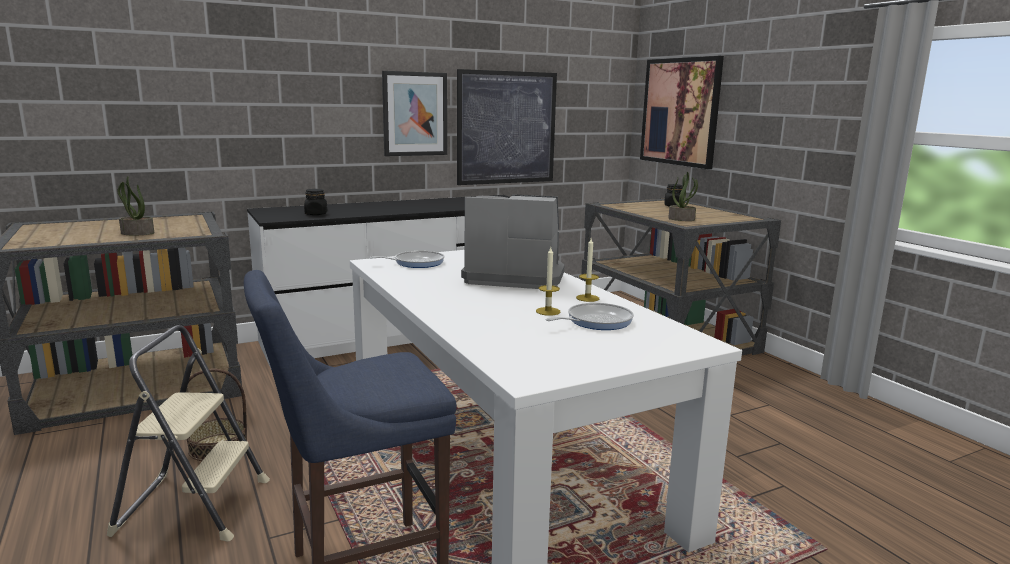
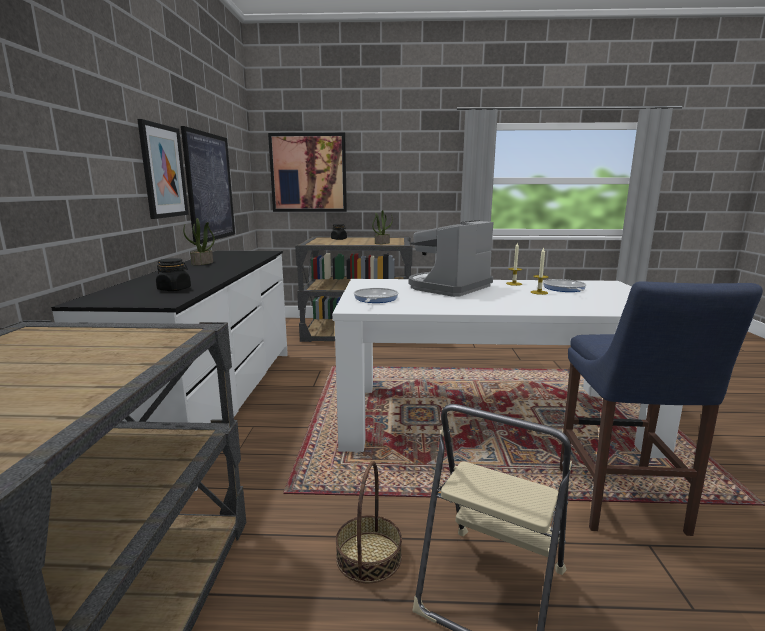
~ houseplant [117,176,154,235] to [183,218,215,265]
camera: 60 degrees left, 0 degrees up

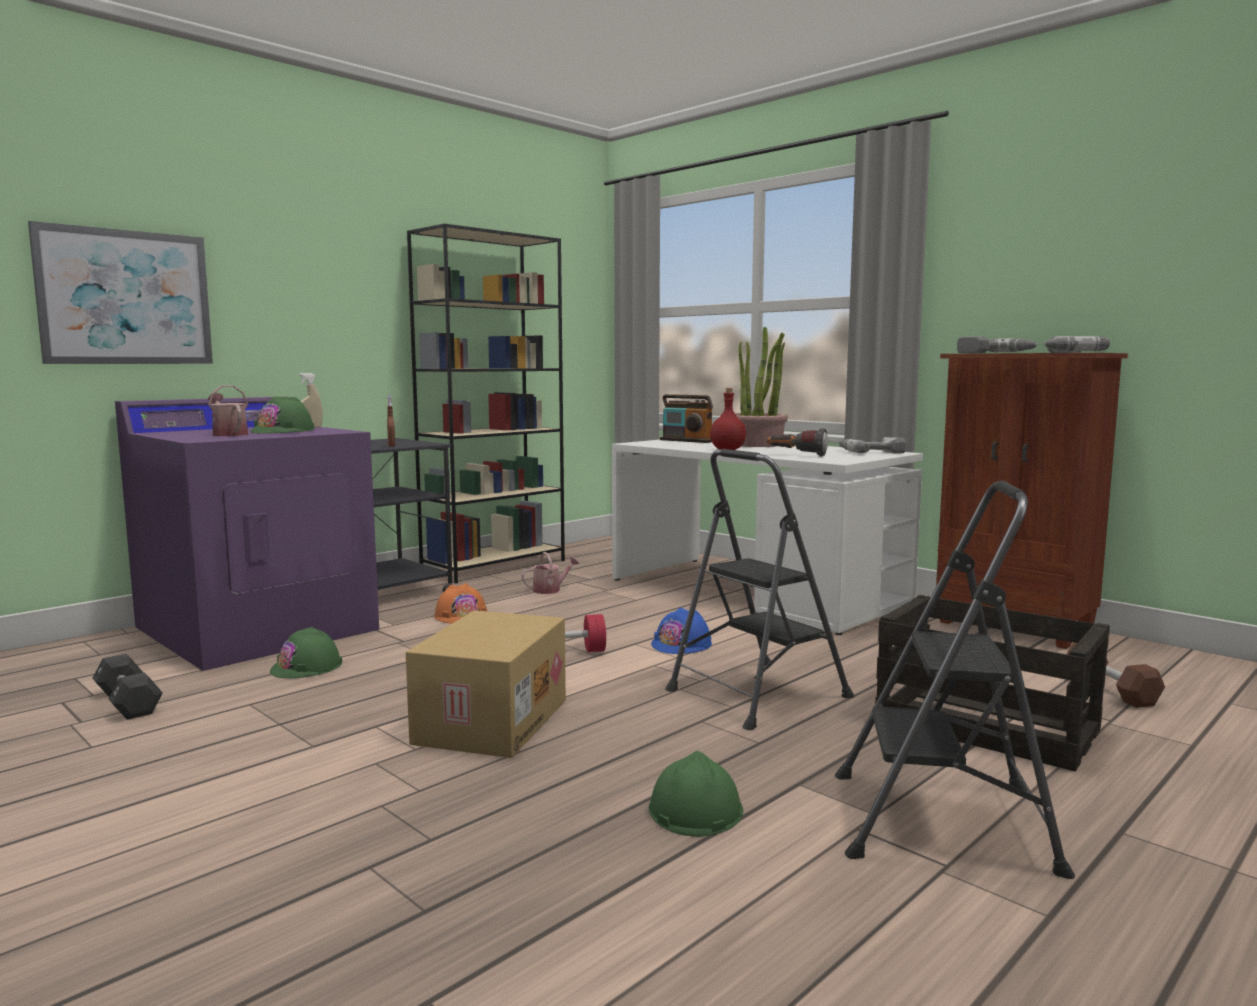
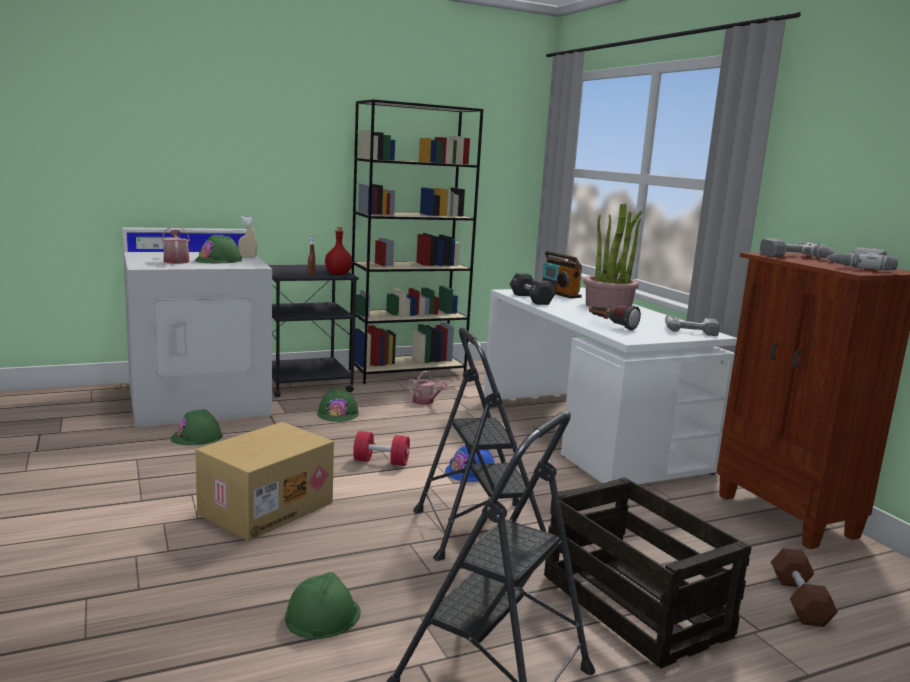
~ purple washing machine [115,397,379,671] to whitish washing machine [122,227,272,427]
~ orangey work helmet [434,583,487,624] to green work helmet [317,389,359,422]
~ reddish beverage bottle [710,388,746,450] to [325,227,352,275]
~ sprinkling can [522,552,579,594] = [408,371,448,405] 45 degrees clockwise
~ black-coloured hand weight [93,654,163,720] to [510,273,556,305]
- picture [28,221,213,364]
camera: 20 degrees right, 5 degrees up

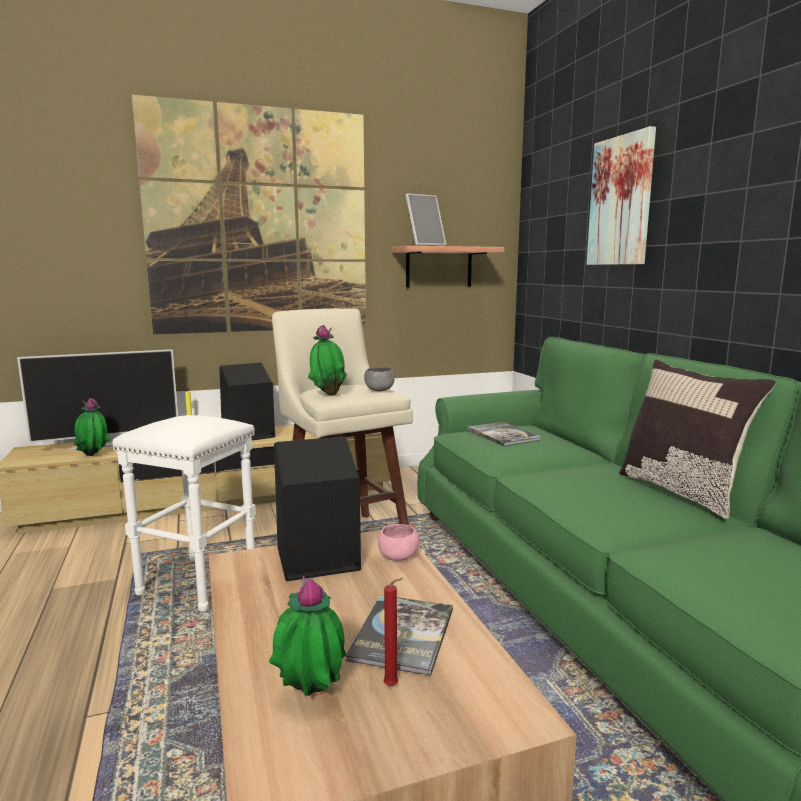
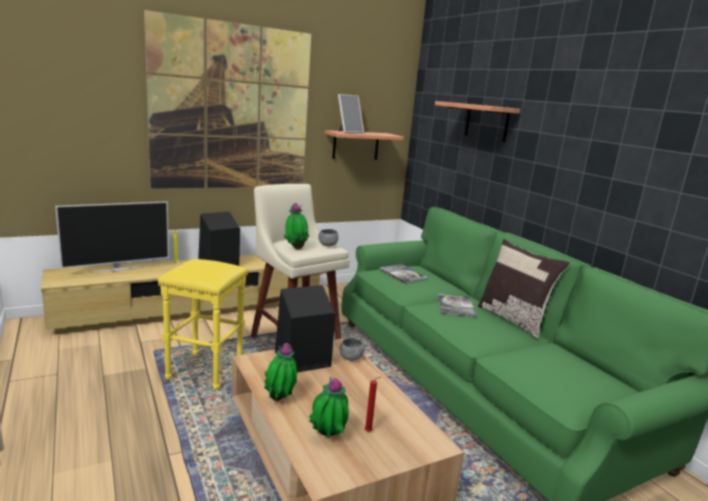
~ whitish stool seat [113,415,256,612] to yellowish stool seat [158,259,248,390]
~ houseplant [74,398,110,456] to [264,343,297,401]
~ pink-coloured deep dish [378,524,419,561] to gray deep dish [340,338,364,361]
~ picture [587,126,656,265] to shelf [435,101,520,142]
~ volume [345,595,453,676] to [438,293,476,317]
camera: 10 degrees left, 5 degrees up

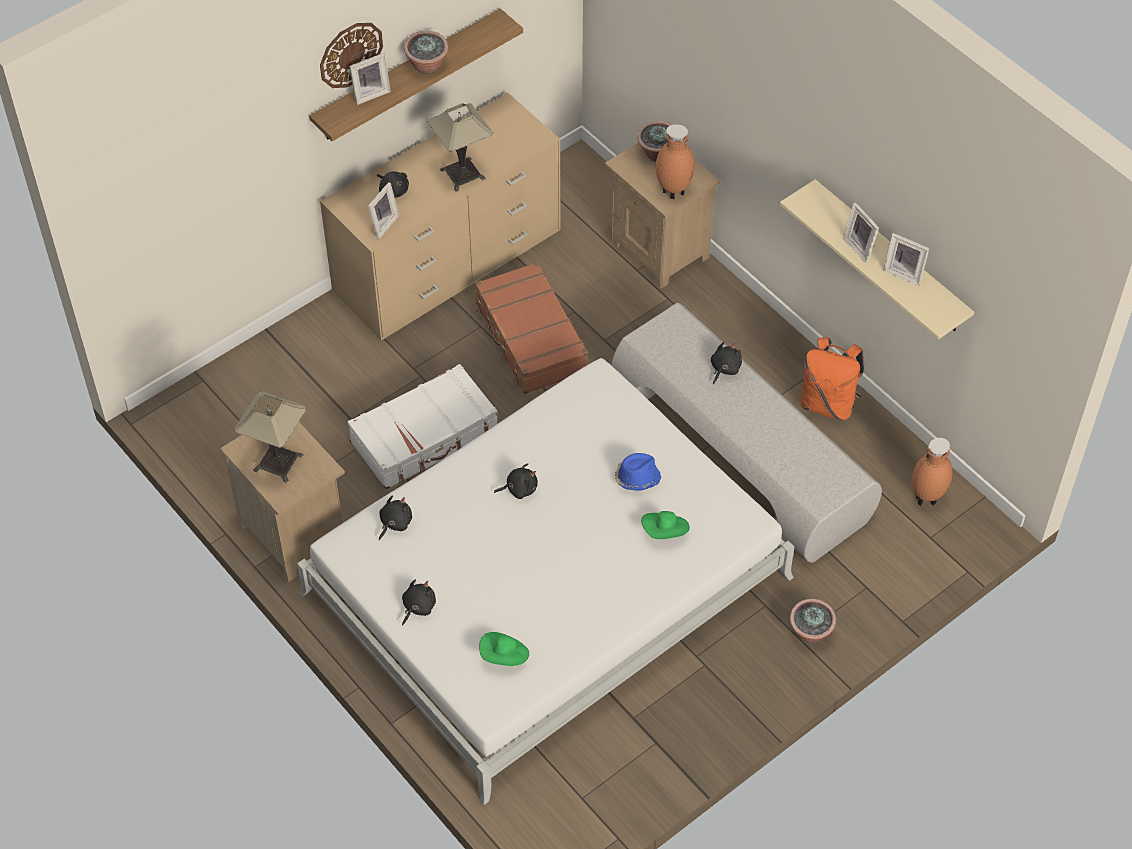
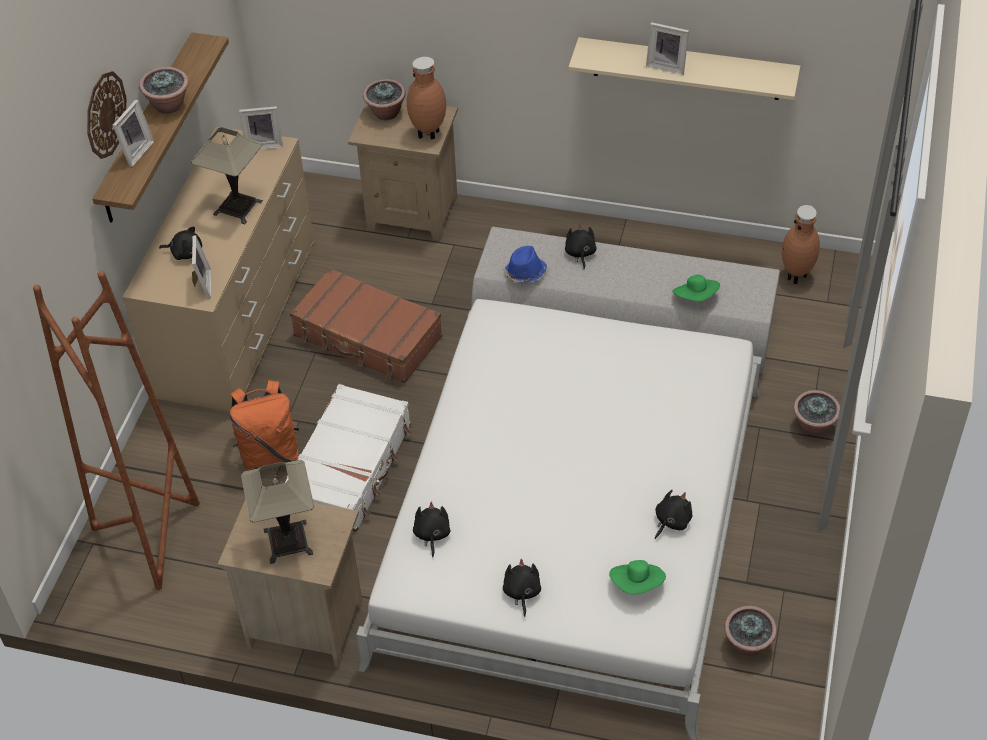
+ brown-coloured garment rack [33,271,200,590]
~ orangey backpack [801,337,865,420] to [230,380,299,471]
~ photo frame [883,233,929,286] to [239,106,283,150]
~ blue-coloured wearable hat [615,453,661,491] to [503,246,547,283]
~ black-coloured plush toy [494,463,538,499] to [655,490,692,539]
~ green wearable hat [641,511,690,539] to [673,275,720,301]
+ houseplant [724,606,777,656]
camera: 35 degrees left, 5 degrees down

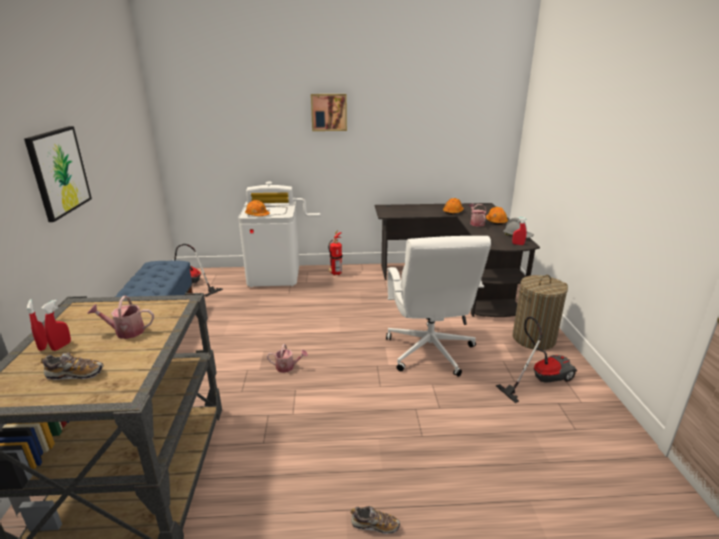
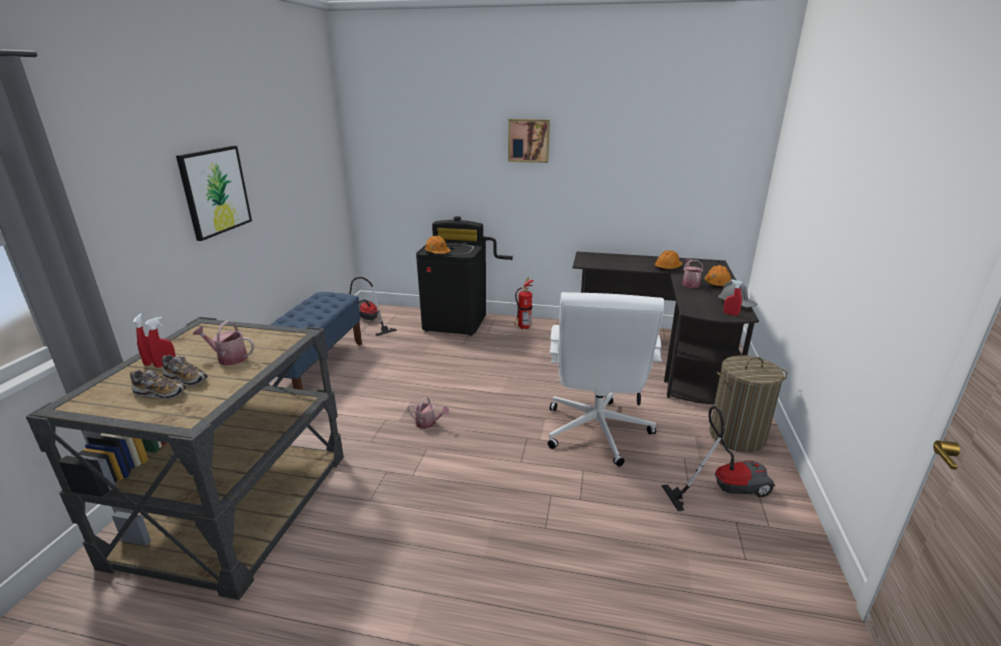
~ shoe [350,506,400,534] to [162,355,207,386]
~ whitish washing machine [238,182,321,287] to black-coloured washing machine [416,216,513,336]
camera: 15 degrees right, 0 degrees up

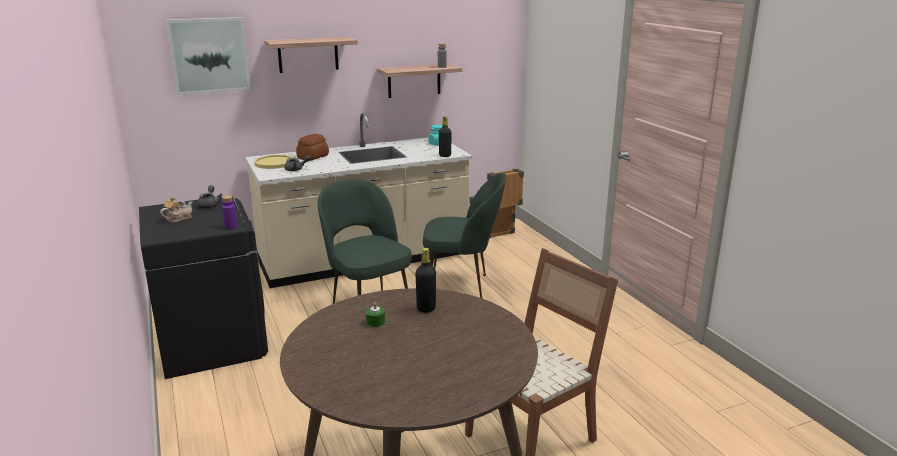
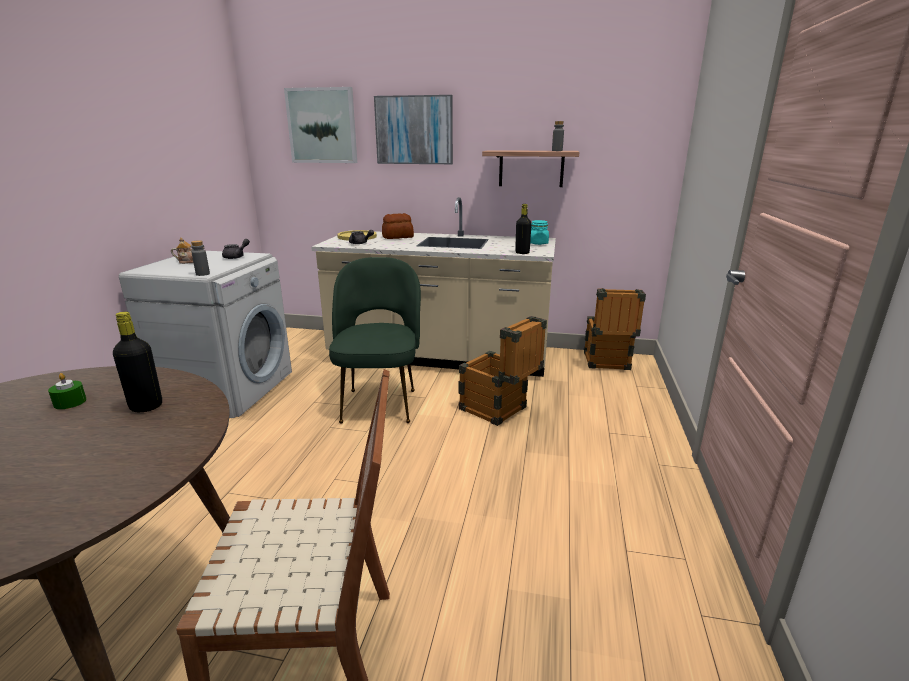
~ black-coloured washing machine [139,197,268,379] to whitish washing machine [119,251,292,418]
~ purple beverage bottle [222,195,237,229] to gray beverage bottle [191,240,210,276]
~ shelf [264,37,358,73] to picture [374,95,453,164]
~ green chair [423,173,506,299] to packing crate [459,316,547,426]
camera: 35 degrees right, 0 degrees up

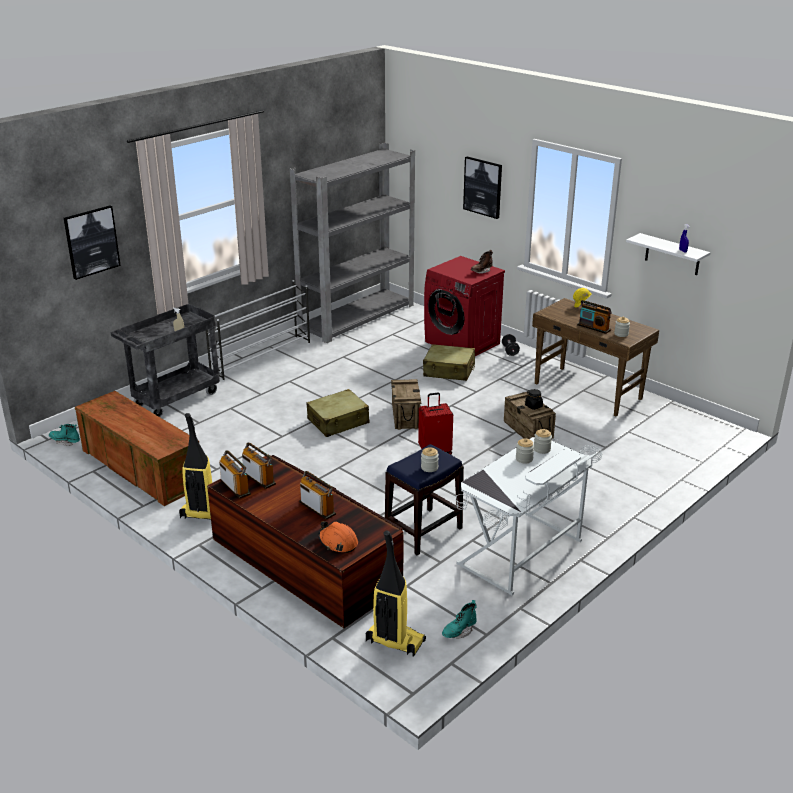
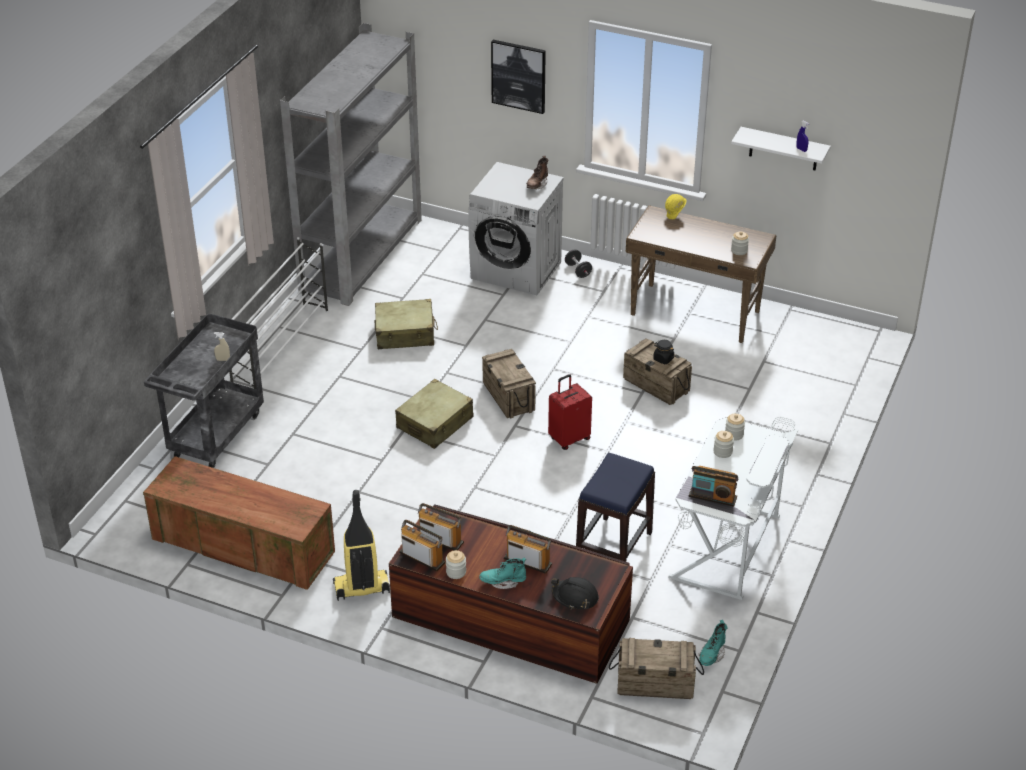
~ beige-coloured travel case [423,344,475,381] to [375,299,438,349]
~ preserve jar [421,447,439,472] to [446,550,466,579]
~ reddish washing machine [424,256,505,356] to whitish washing machine [468,162,564,295]
~ turquoise tall boot [49,424,80,446] to [479,557,526,589]
~ orangey work helmet [319,521,358,553] to black-coloured work helmet [551,577,599,610]
~ hoover [366,530,426,657] to packing crate [609,638,704,699]
~ radio receiver [577,300,612,334] to [689,466,739,507]
- picture [64,205,121,280]
camera: 20 degrees left, 10 degrees up

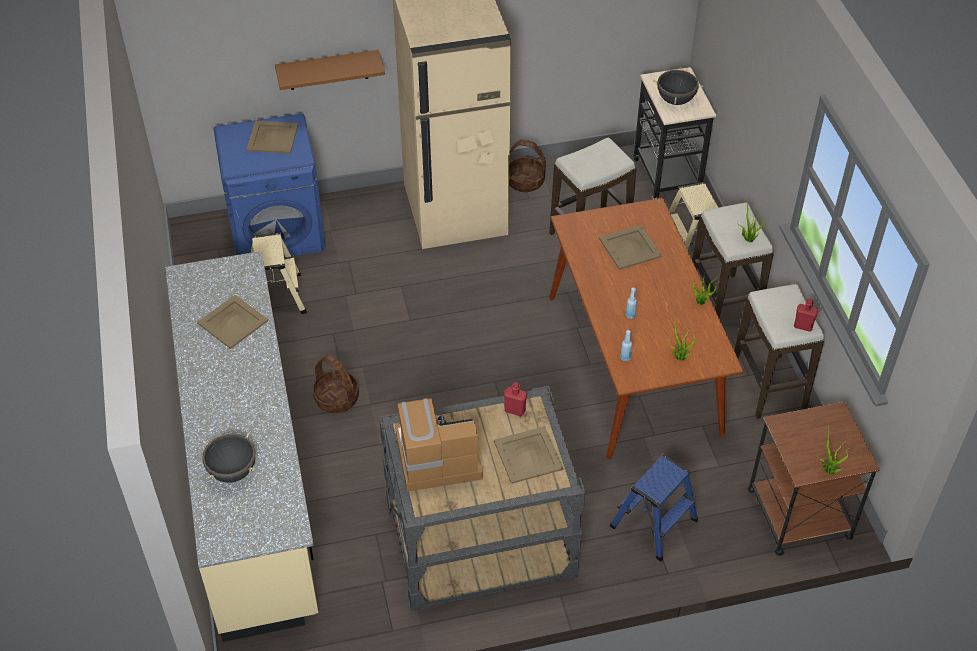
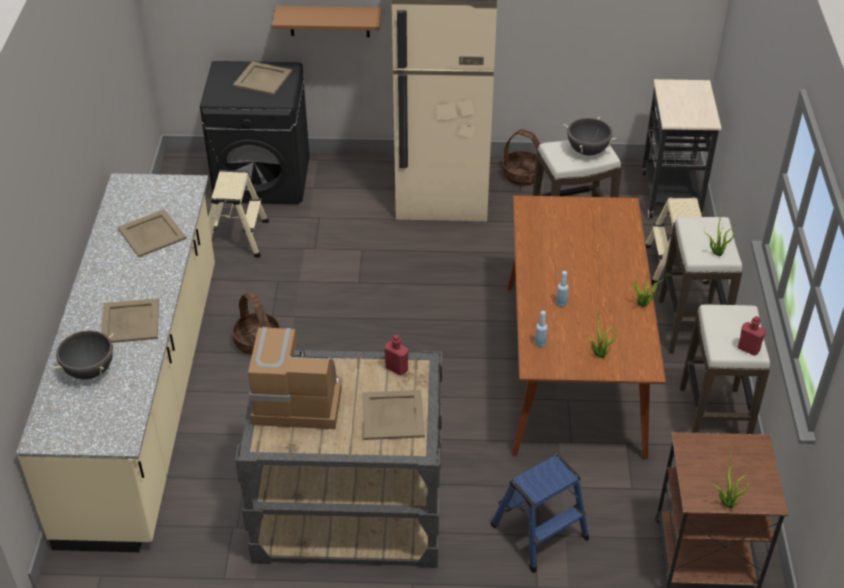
~ beige-coloured serving tray [599,225,662,270] to [101,298,159,343]
~ blue-coloured washing machine [213,113,326,256] to black-coloured washing machine [200,61,310,204]
~ black-coloured cooking pot [653,67,704,105] to [564,117,616,156]
camera: 15 degrees right, 5 degrees down

